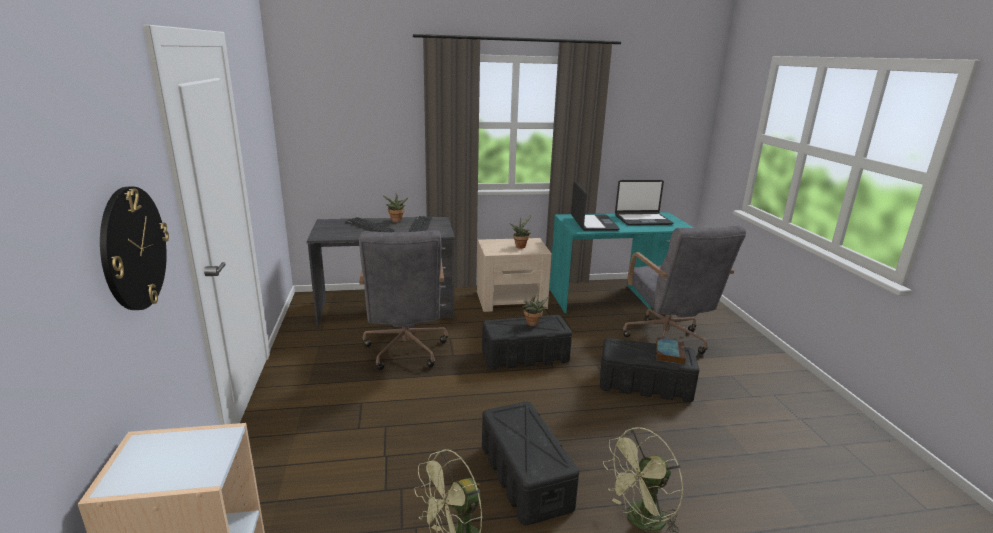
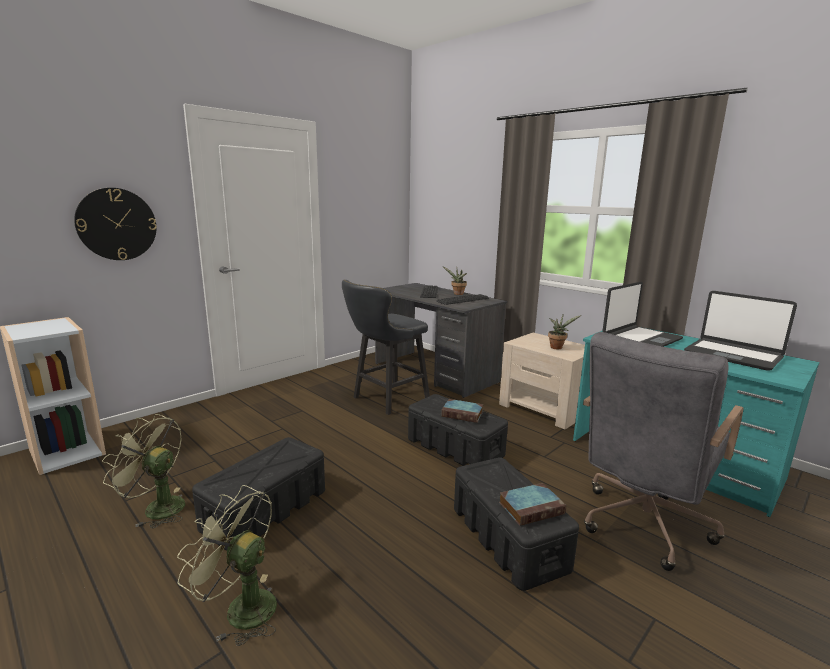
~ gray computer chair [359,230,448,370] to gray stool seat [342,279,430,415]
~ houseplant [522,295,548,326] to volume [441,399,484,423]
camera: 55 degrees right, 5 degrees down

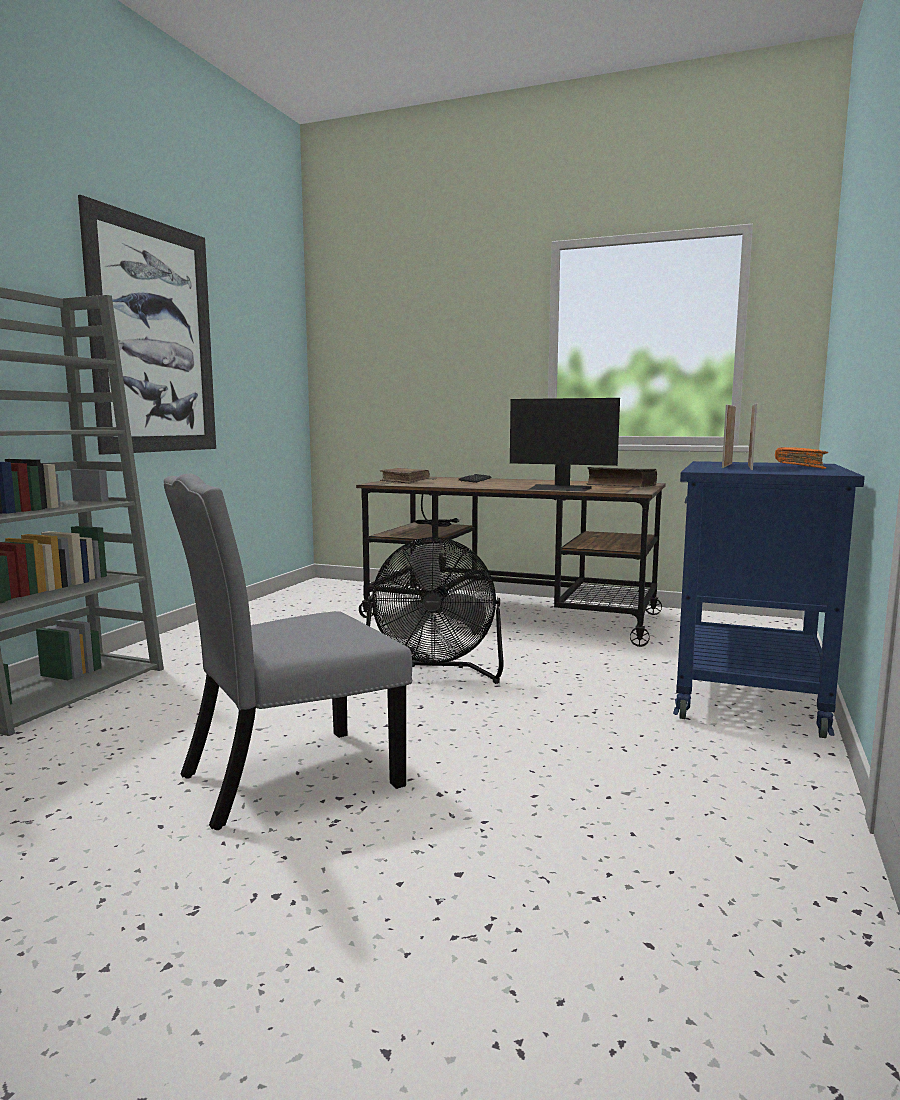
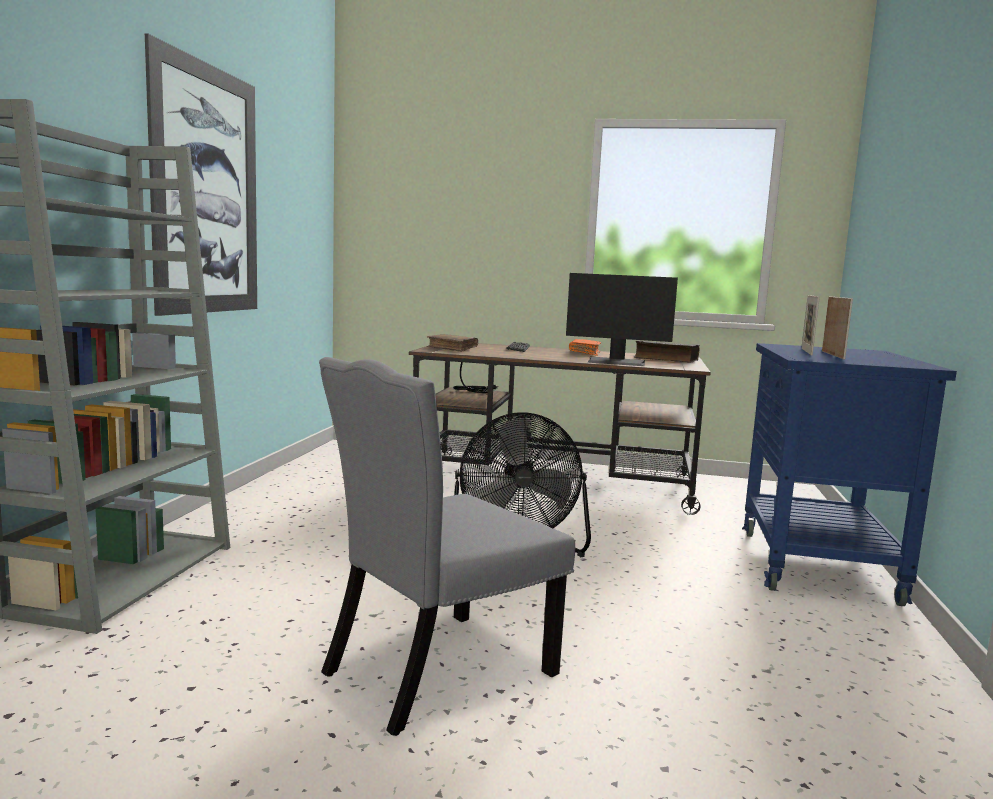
~ orangey volume [775,447,828,469] to [569,339,601,356]
camera: 10 degrees left, 0 degrees up

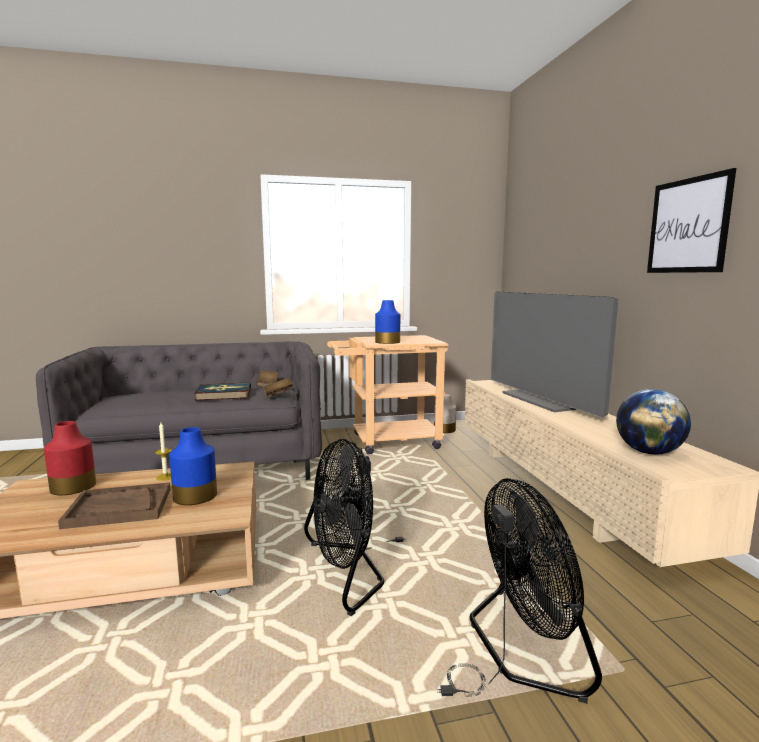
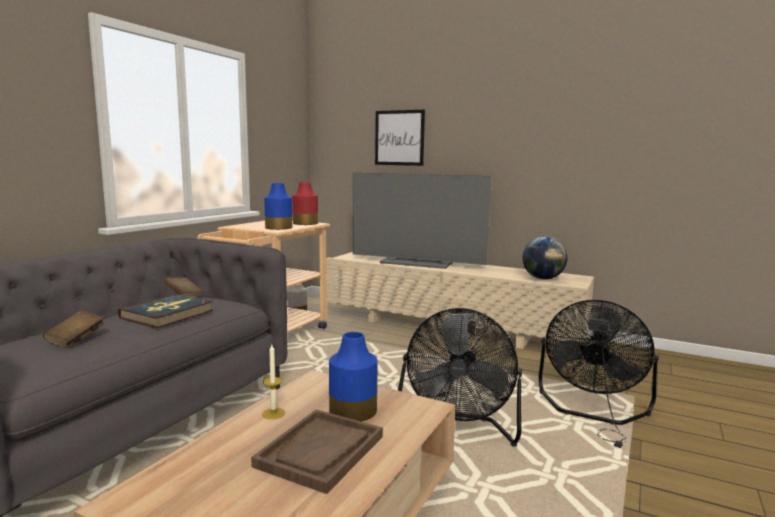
~ brown-coloured volume [263,377,294,398] to [43,310,104,348]
~ reddish flower vase [44,421,96,495] to [292,182,318,225]
~ picture [647,168,736,273] to [375,110,425,166]
camera: 50 degrees left, 0 degrees up

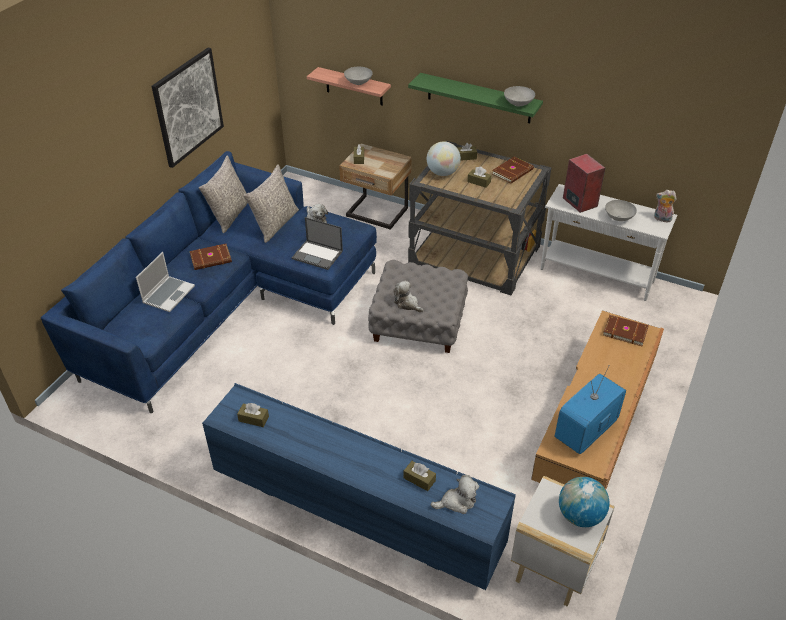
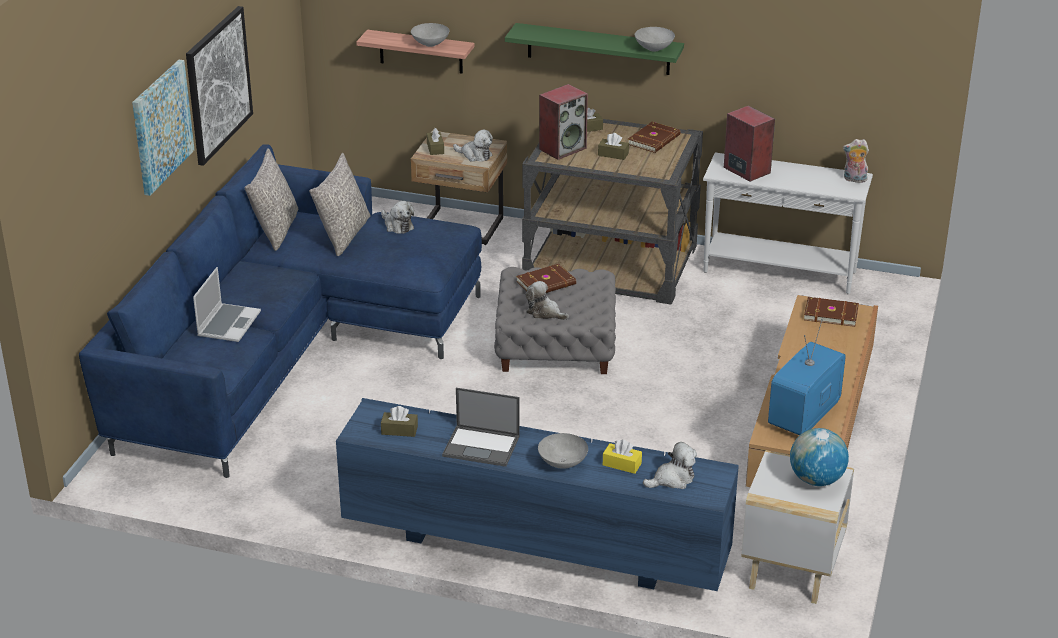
+ picture [132,60,194,196]
~ laptop [292,217,343,270] to [442,388,520,467]
+ plush toy [453,130,493,162]
~ brown-coloured volume [190,244,232,270] to [516,264,576,293]
~ gray deep dish [605,200,637,221] to [538,433,588,469]
~ globe [427,141,461,176] to audio speaker [539,84,588,160]
~ brown-coloured tissue box [404,461,436,491] to yellowish tissue box [603,439,642,474]
camera: 10 degrees left, 10 degrees down

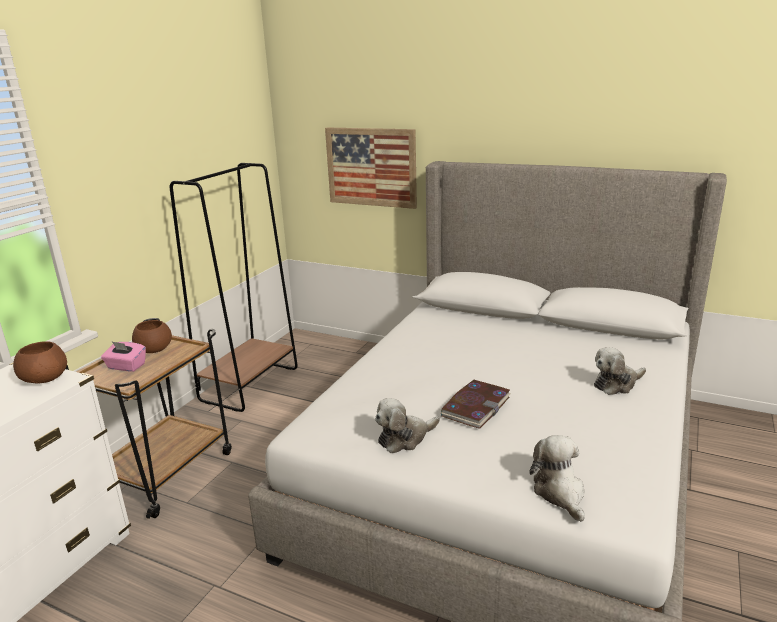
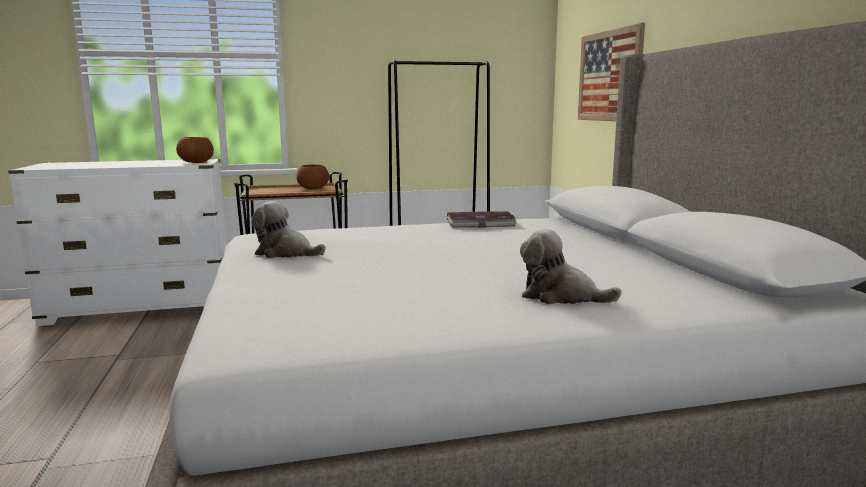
~ volume [441,380,511,429] to [446,211,517,228]
- pink-coloured tissue box [101,342,146,372]
- plush toy [529,435,585,522]
camera: 50 degrees right, 10 degrees down

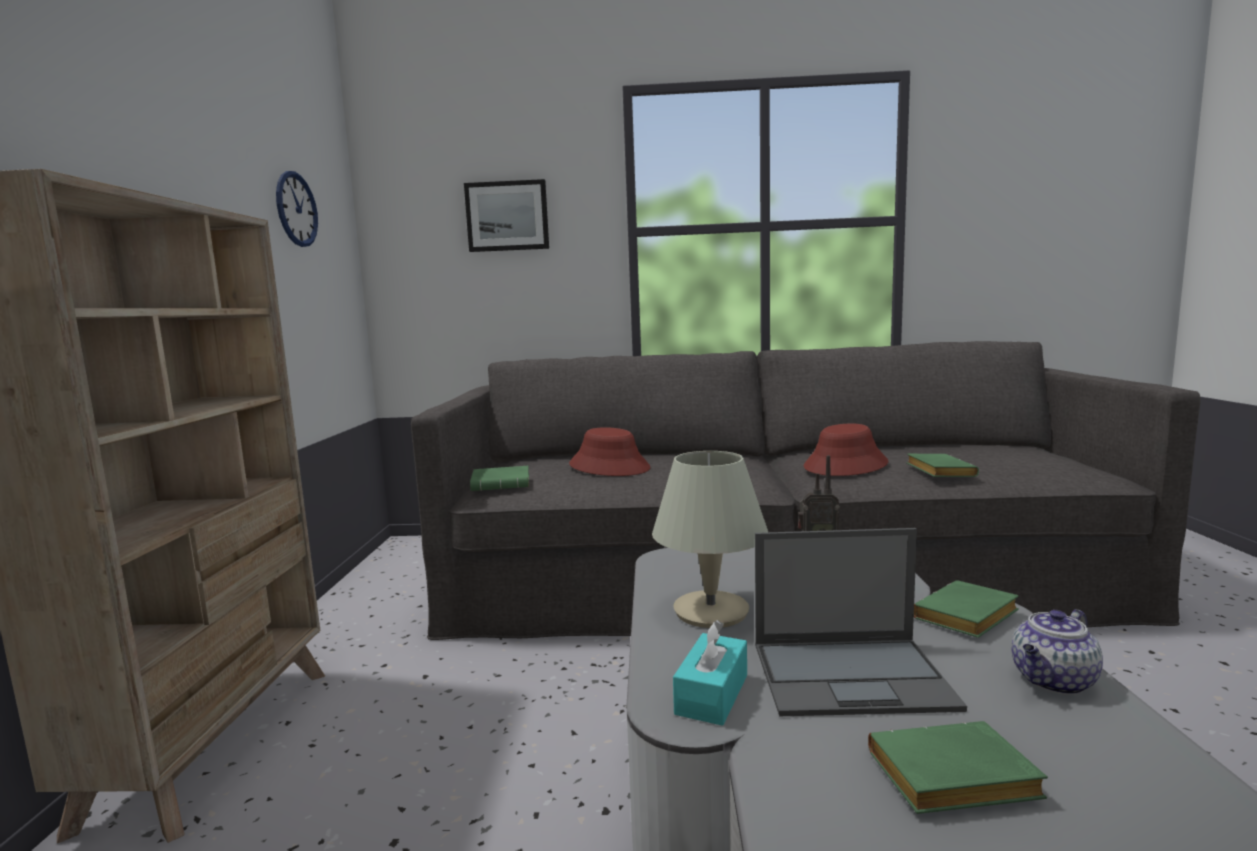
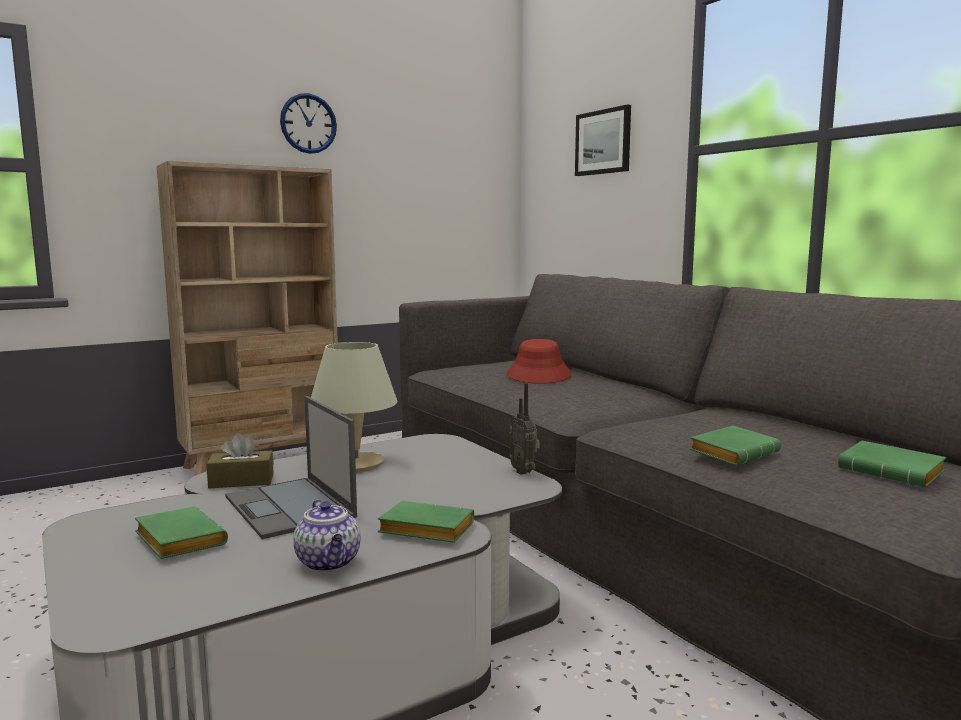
~ turquoise tissue box [673,620,747,726] to brown-coloured tissue box [206,433,274,488]
~ hanging clock [276,171,318,247] to [280,93,337,154]
~ tea pot [1012,609,1103,695] = [293,499,361,572] 135 degrees counterclockwise
~ green volume [470,466,529,491] to [838,441,947,487]
- reddish wearable hat [804,424,888,476]
camera: 55 degrees right, 0 degrees up

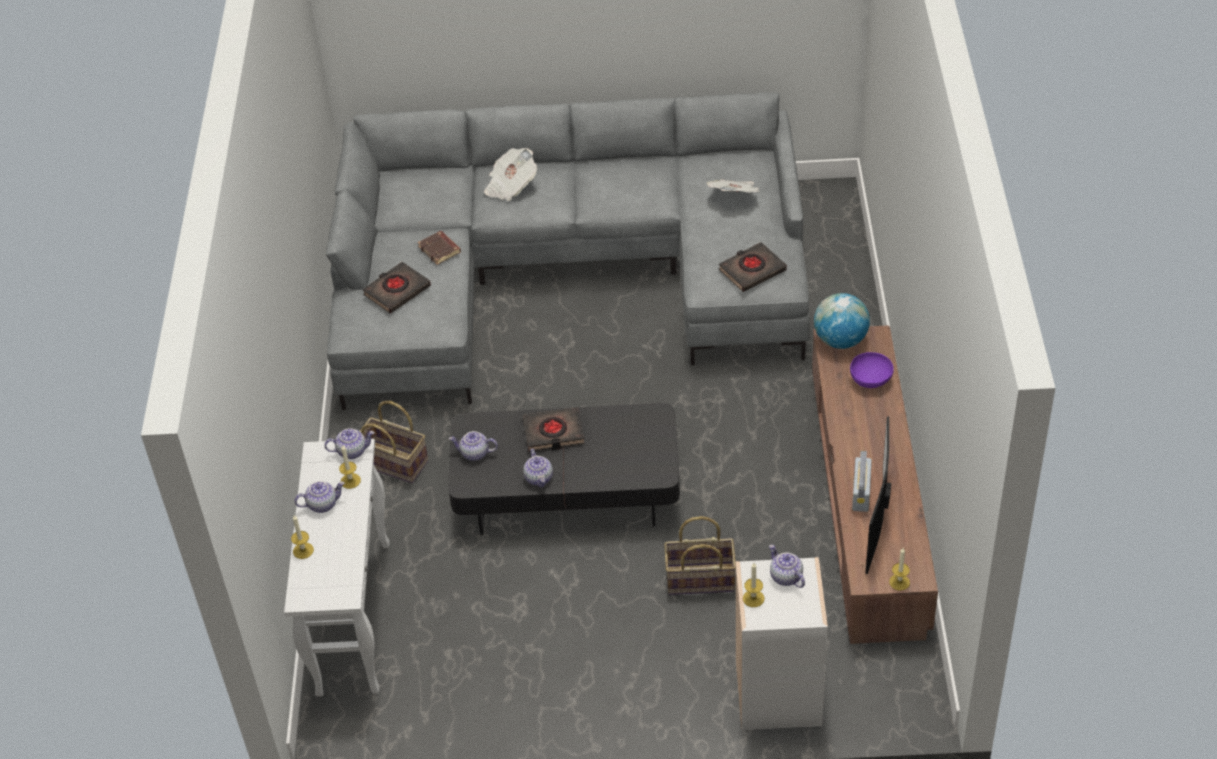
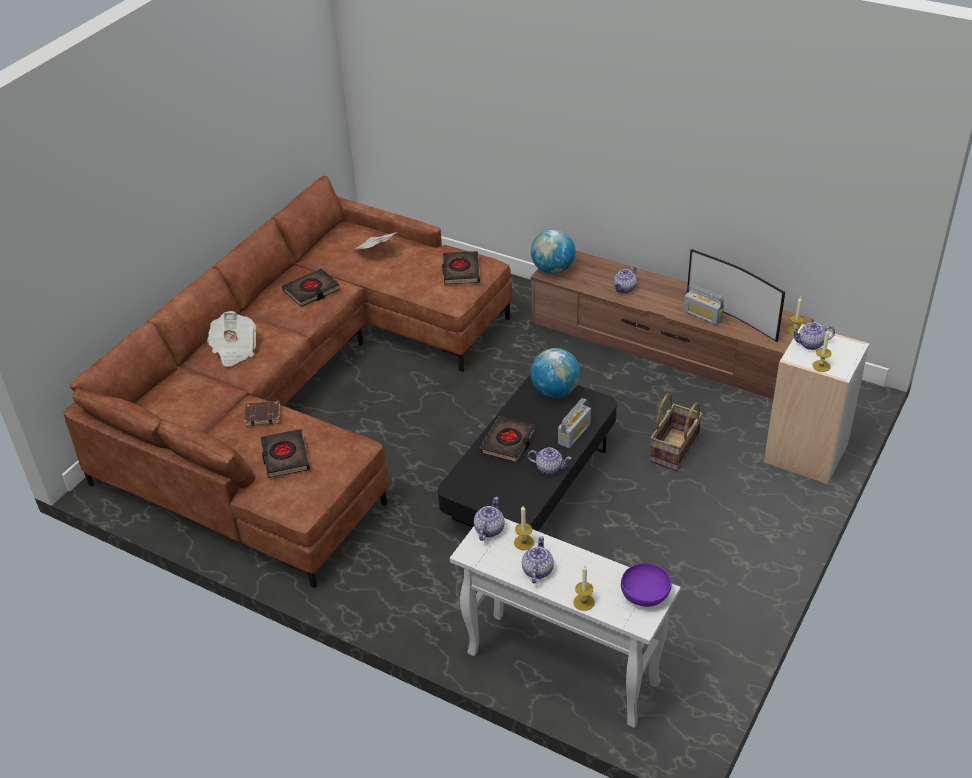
~ gray sofa [326,92,810,410] to brown-coloured sofa [63,176,512,588]
+ black-coloured volume [282,269,340,307]
+ globe [531,348,580,398]
+ radio receiver [558,398,591,448]
~ tea pot [449,431,498,461] to [614,266,637,293]
~ purple deep dish [850,352,894,388] to [621,563,672,607]
- storage basket [360,401,428,483]
camera: 60 degrees left, 5 degrees down

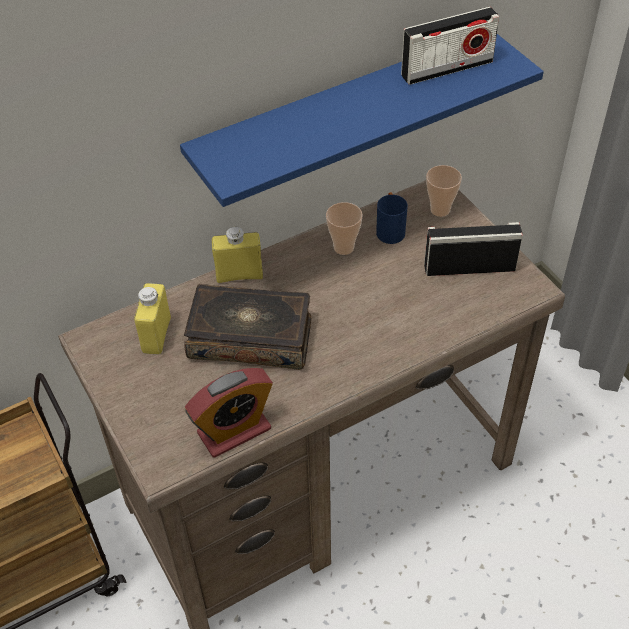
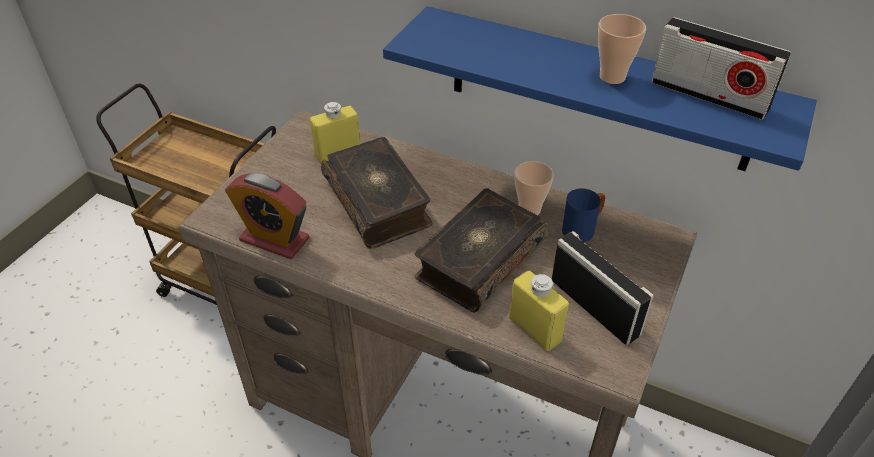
+ volume [414,188,548,313]
~ yellowish beverage bottle [212,227,263,283] to [509,271,569,351]
~ drinking cup [426,165,462,217] to [598,14,646,84]
camera: 55 degrees right, 5 degrees down

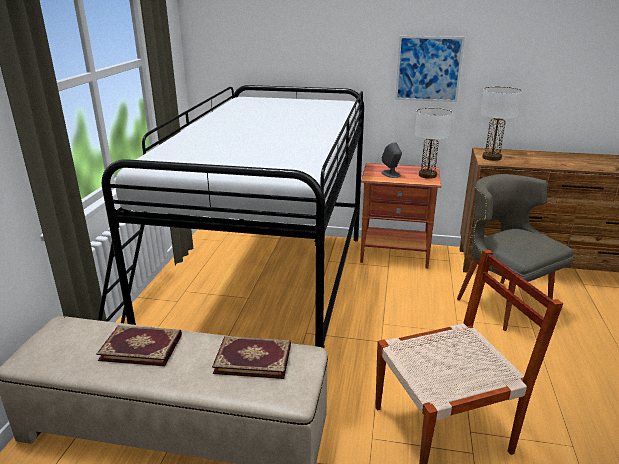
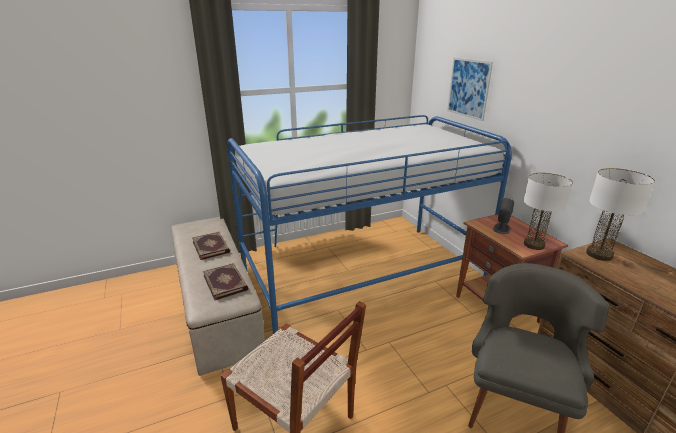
~ black-coloured bed [98,85,364,348] to blue-coloured bed [227,115,512,334]
~ picture [395,36,465,102] to [447,58,493,121]
camera: 55 degrees right, 0 degrees up

